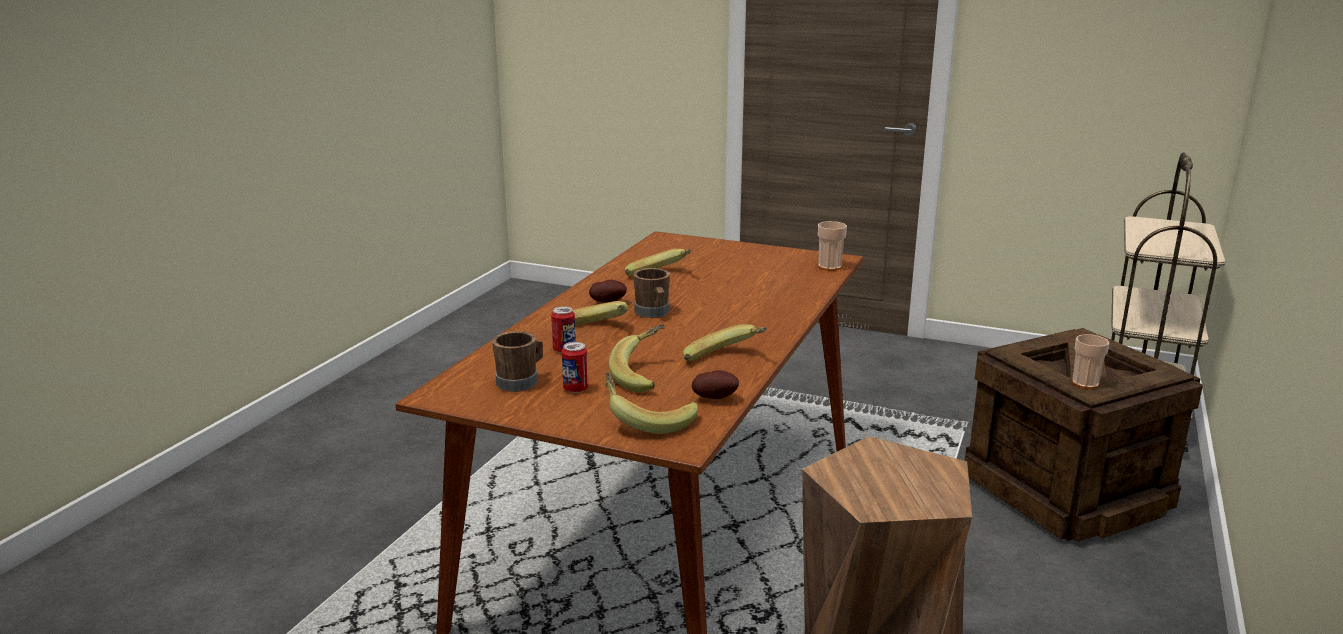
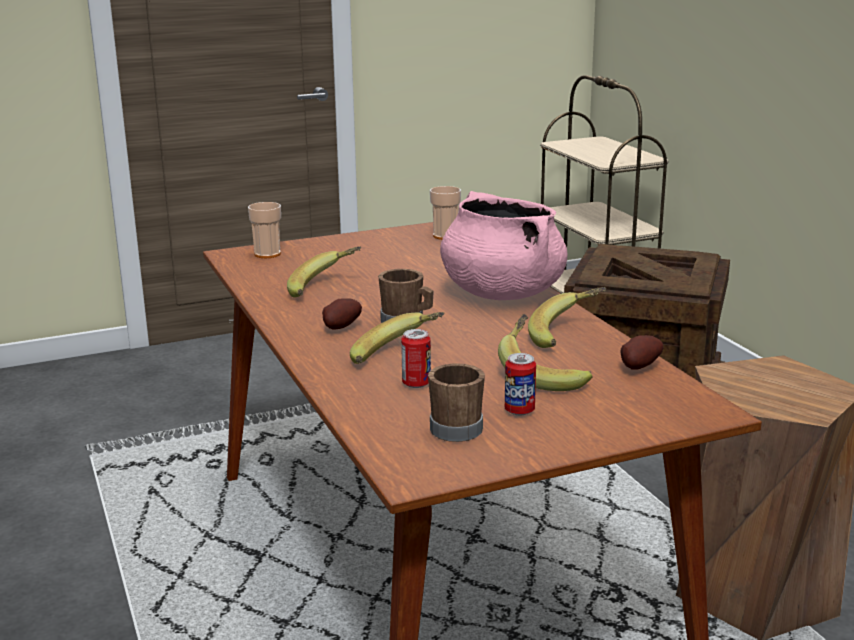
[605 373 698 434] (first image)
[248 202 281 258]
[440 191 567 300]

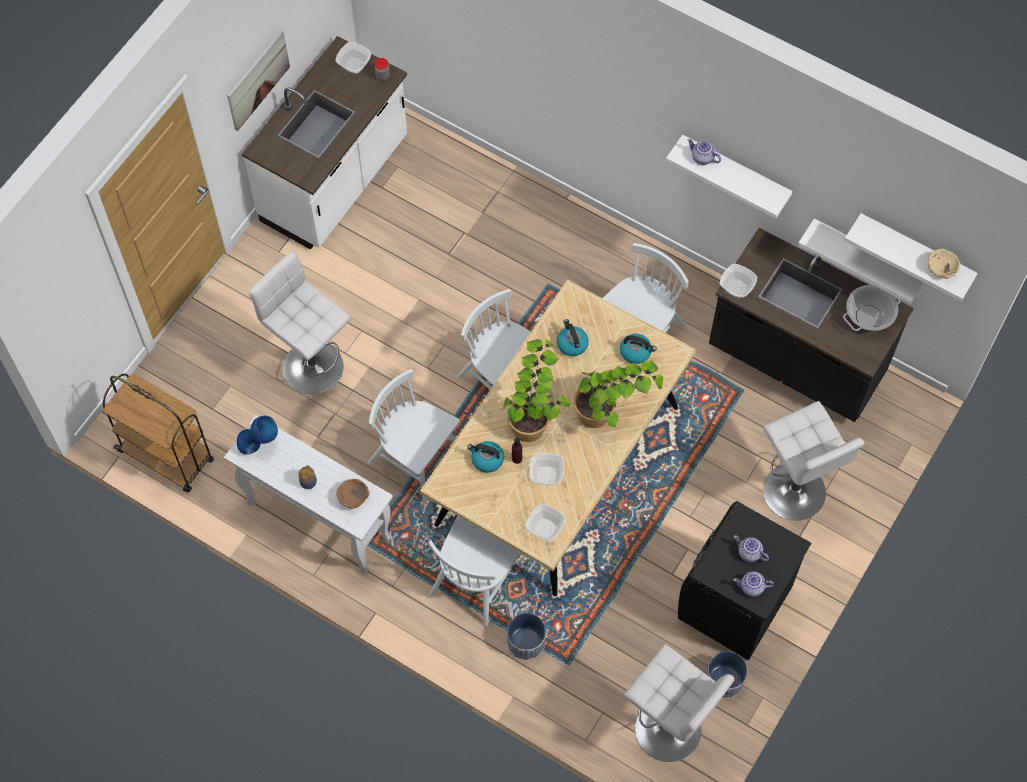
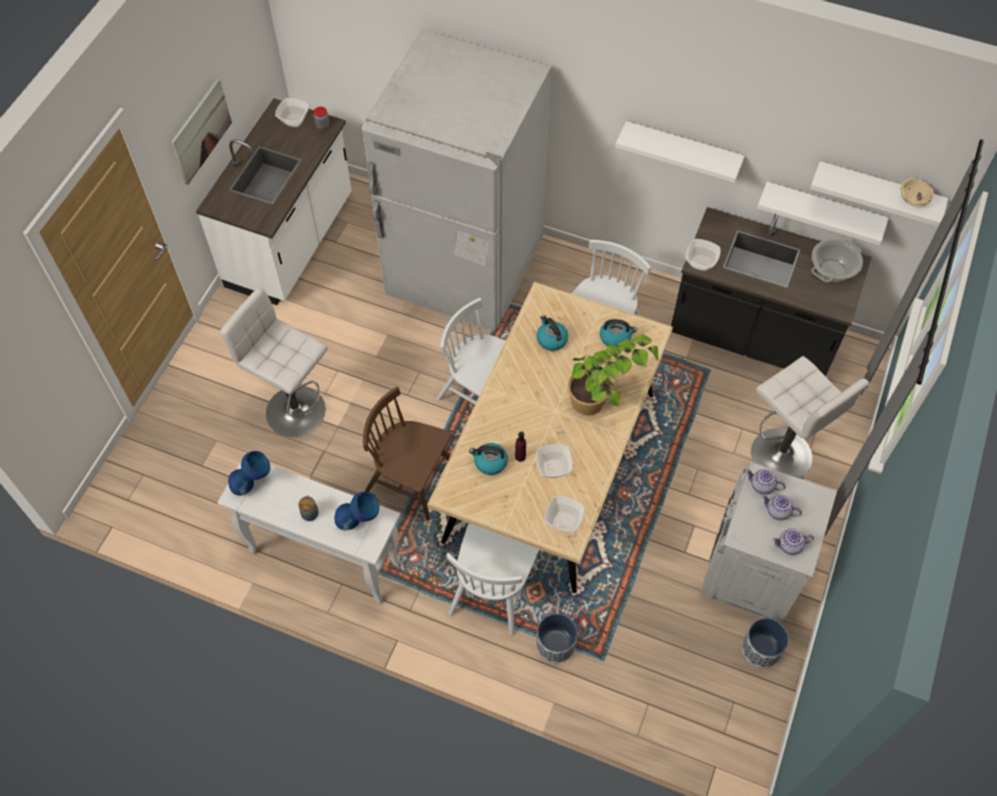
[103 374 214 492] (first image)
[335 492 379 530]
[363 387 452 521]
[503 339 571 442] (first image)
[624 644 735 762] (first image)
[702 462 837 623]
[745 469 785 495]
[362 29 552 331]

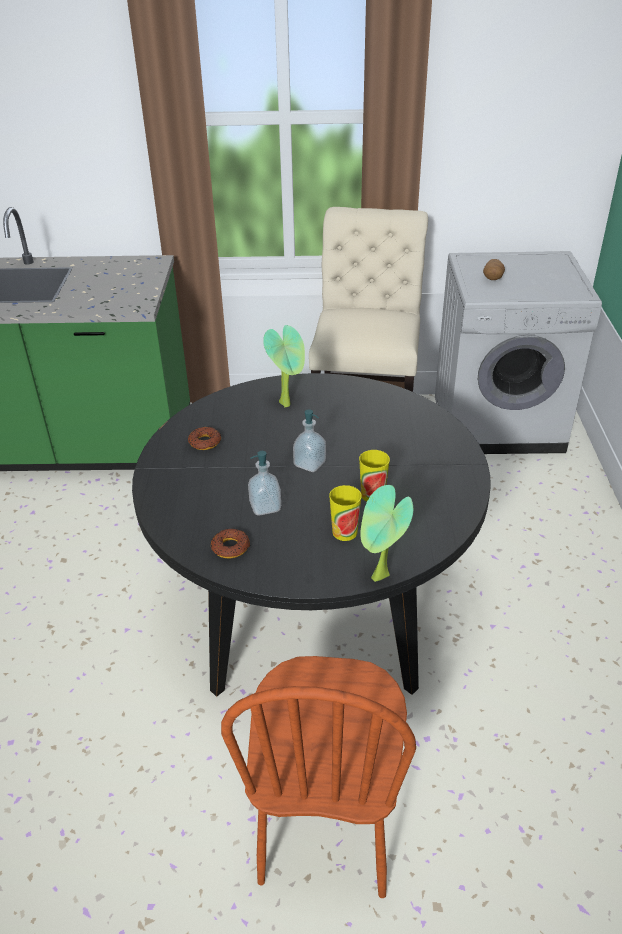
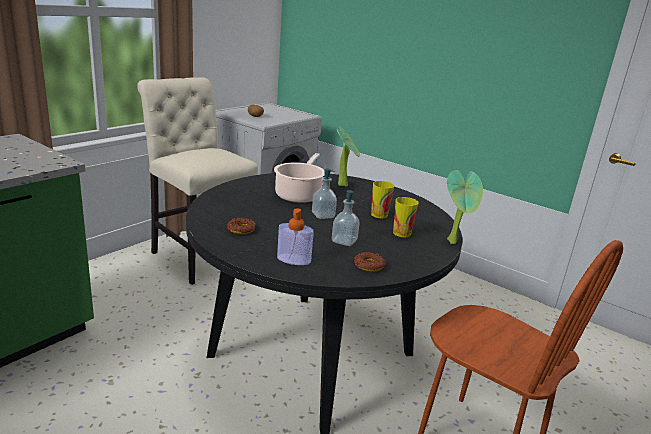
[337 126 360 187]
[274 153 325 203]
[277 208 314 265]

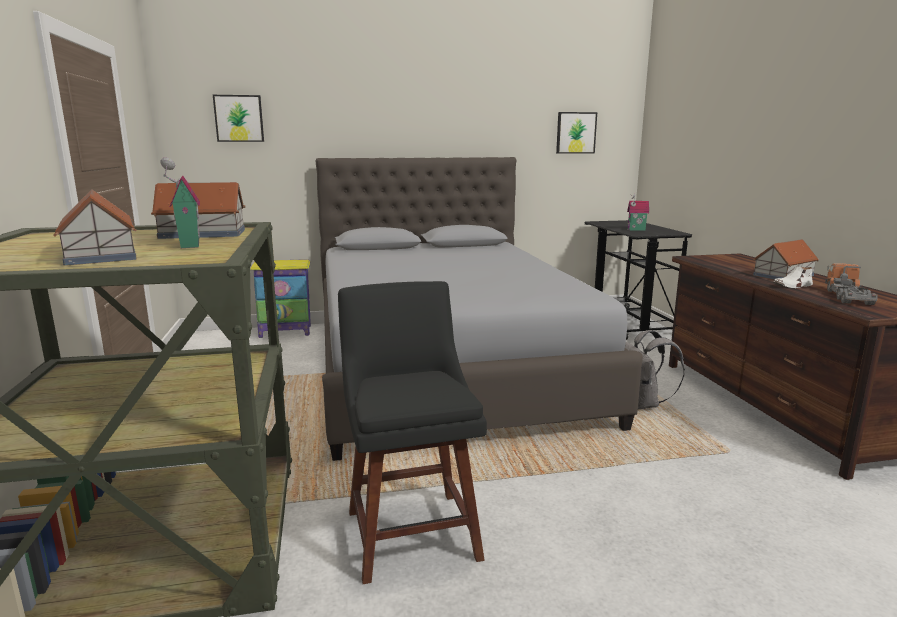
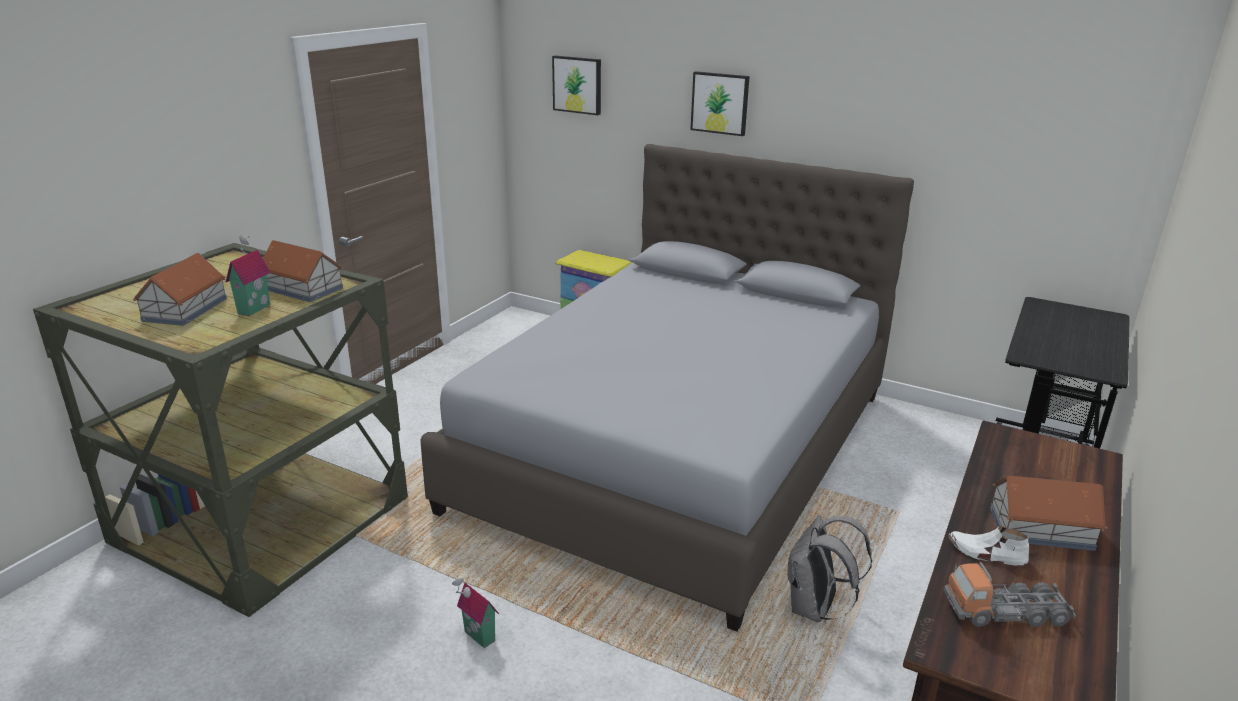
[338 281 487 584] (first image)
[690 71 750 136]
[452 575 499 648]
[943 562 1076 627]

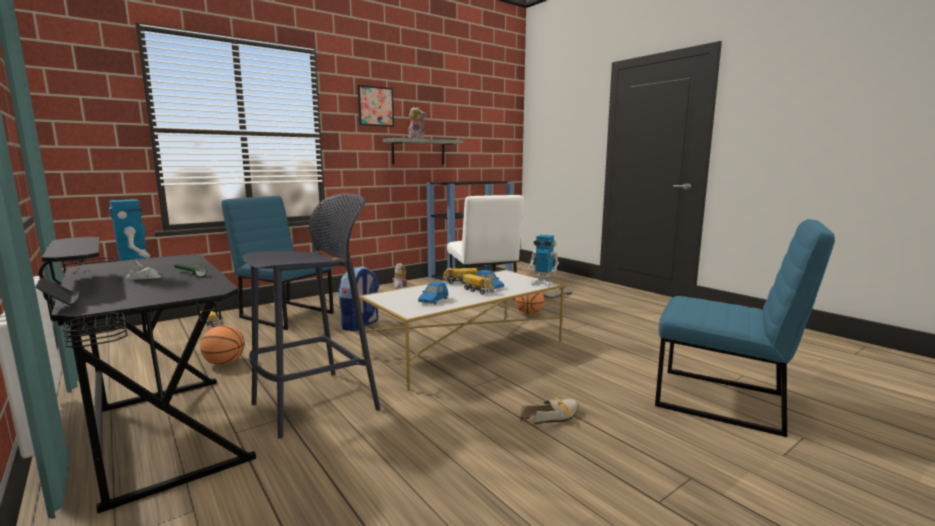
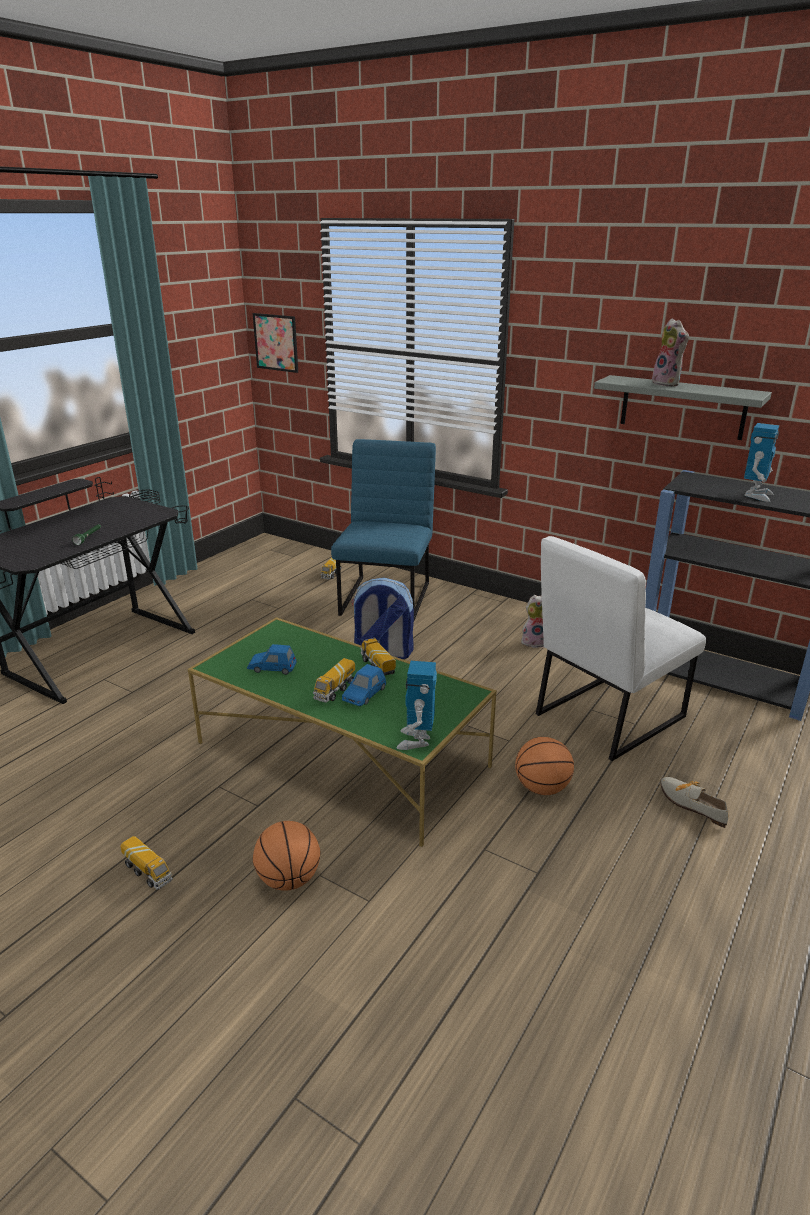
[744 423 779 502]
[253 821 320 891]
[243 193 381 439] (first image)
[253 313 298 373]
[187 617 497 847]
[120 836 173 890]
[655 219 835 437] (first image)

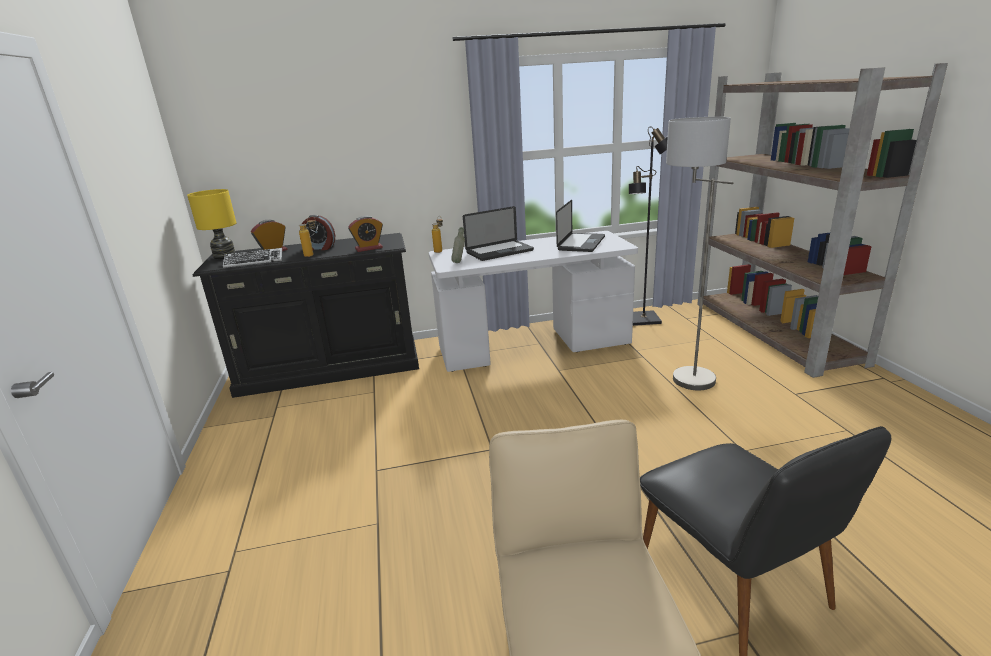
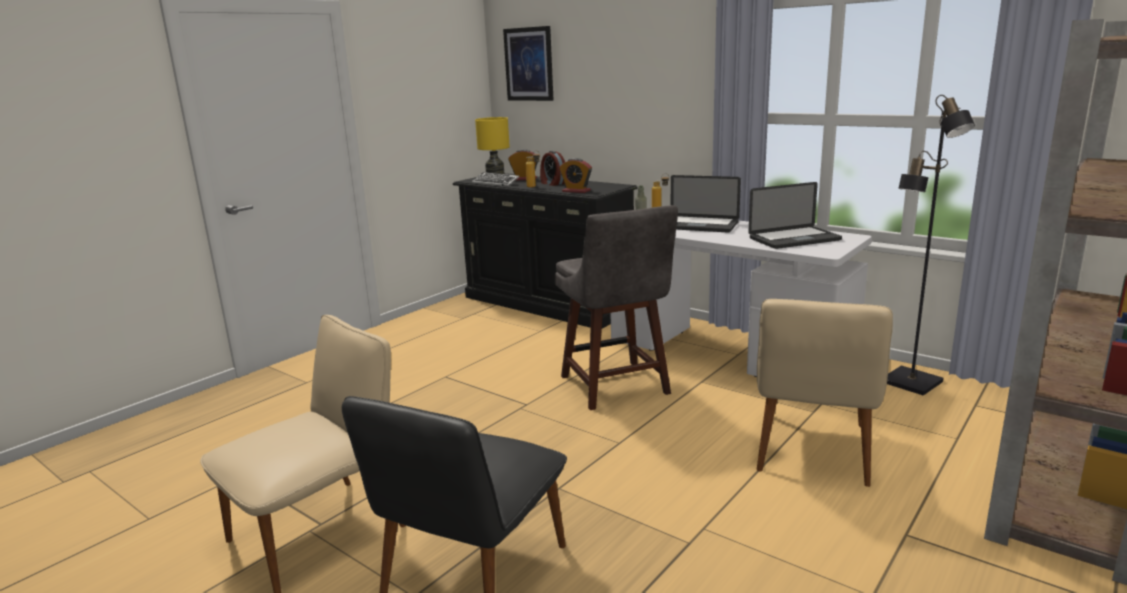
[757 299 893 487]
[503 26 553 101]
[555 205 678 410]

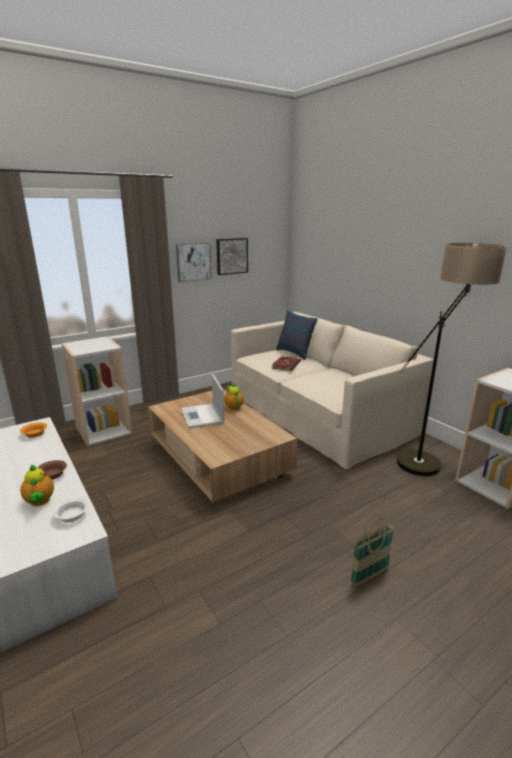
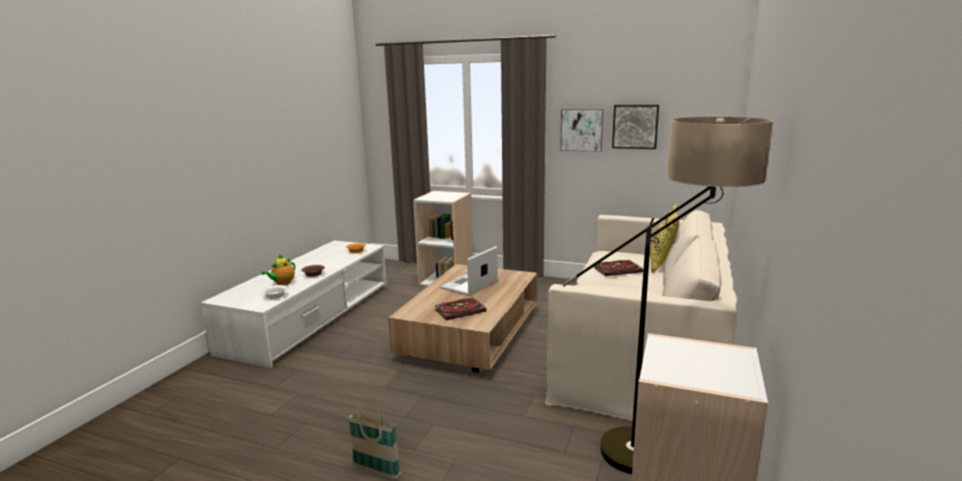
[224 382 244 411] (first image)
[650 204 680 273]
[435 297 486 320]

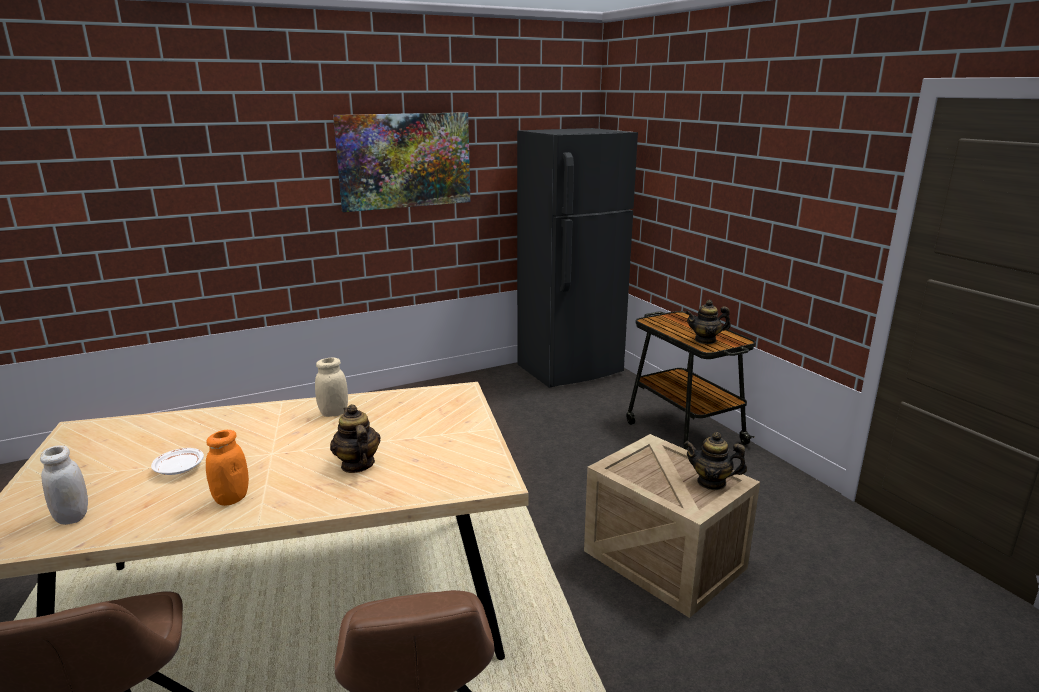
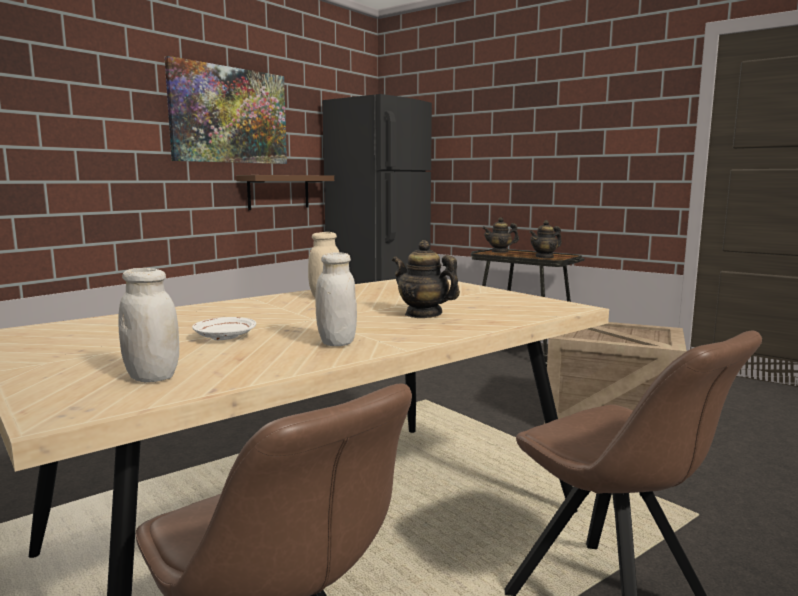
[315 252 357 346]
[482 217 519 253]
[236 175 334 210]

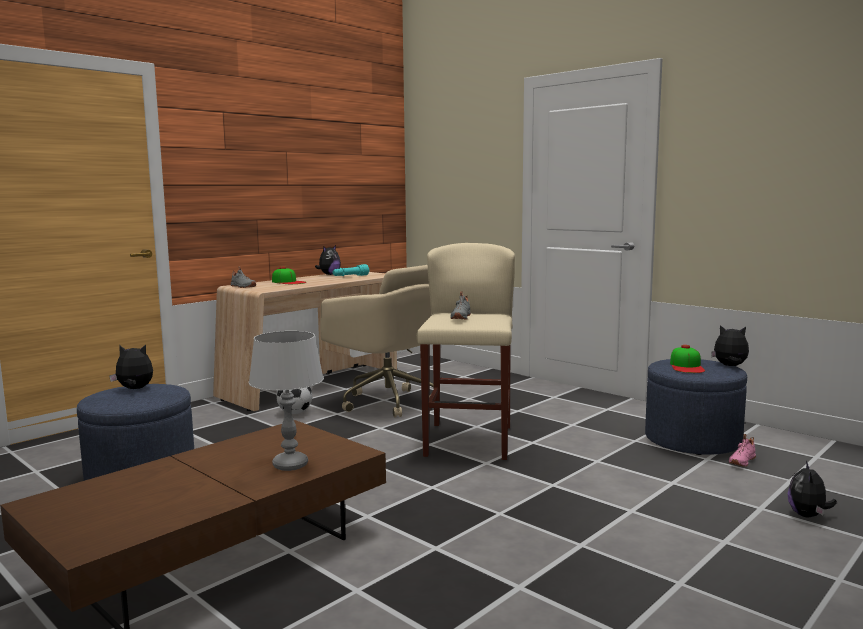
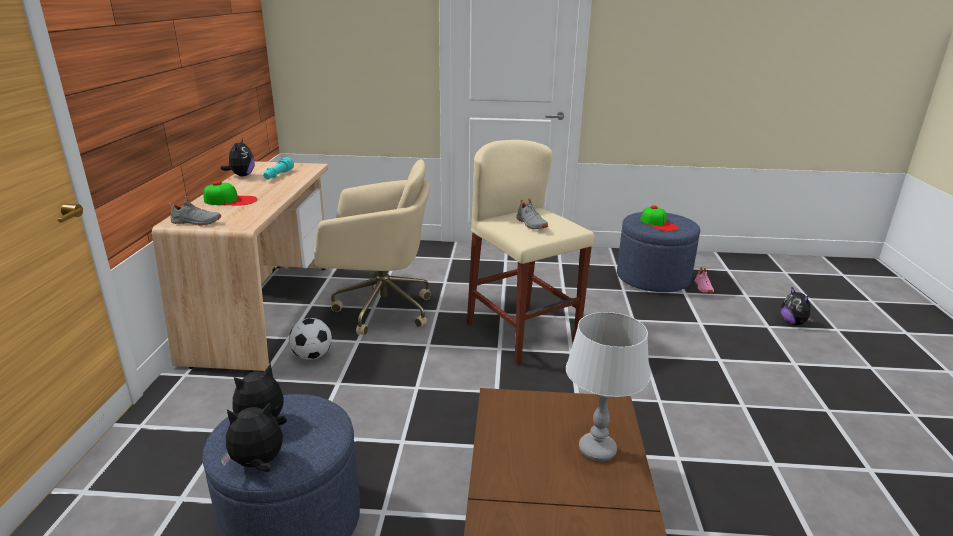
[220 403 283 472]

